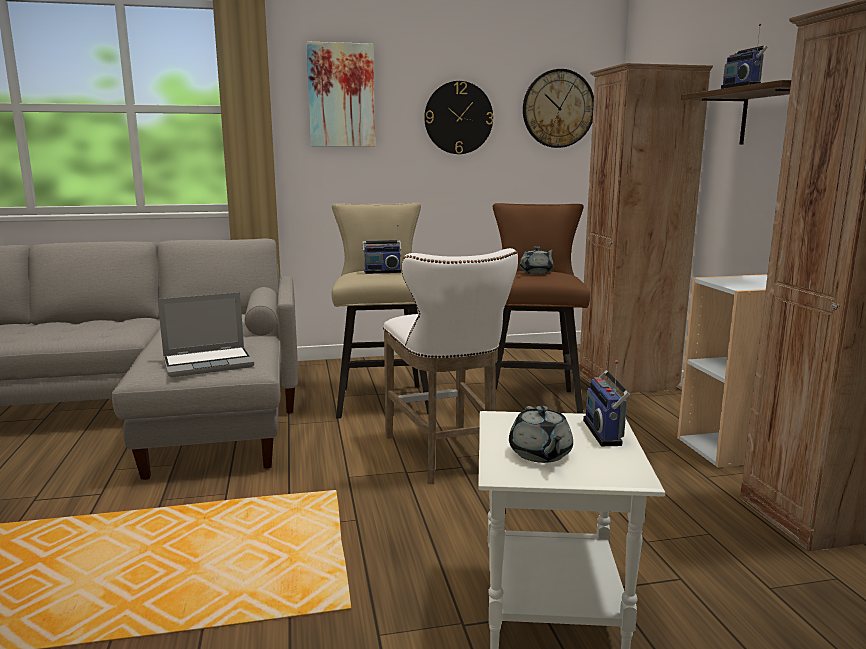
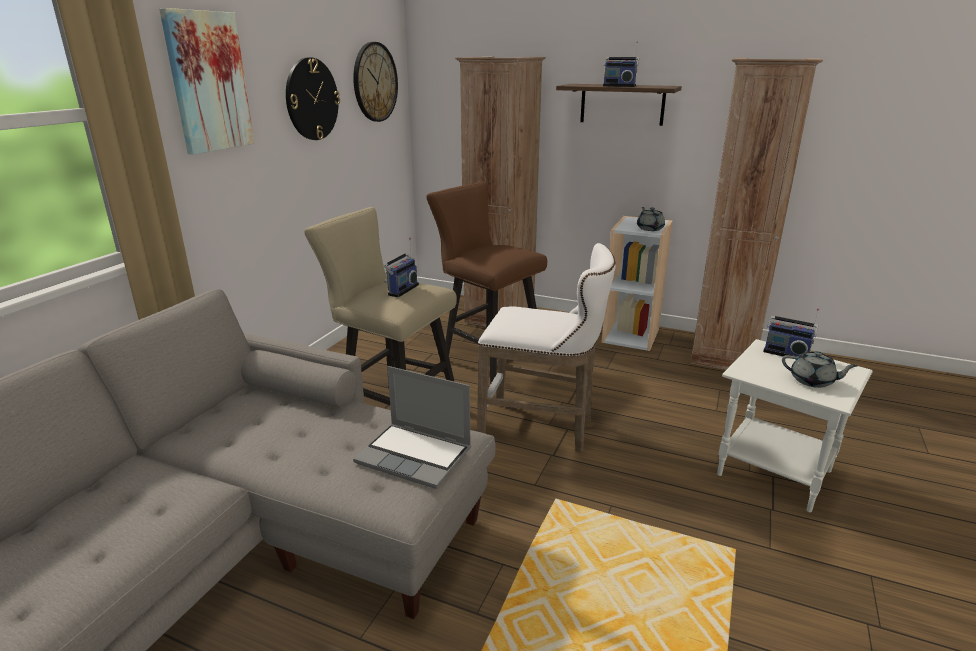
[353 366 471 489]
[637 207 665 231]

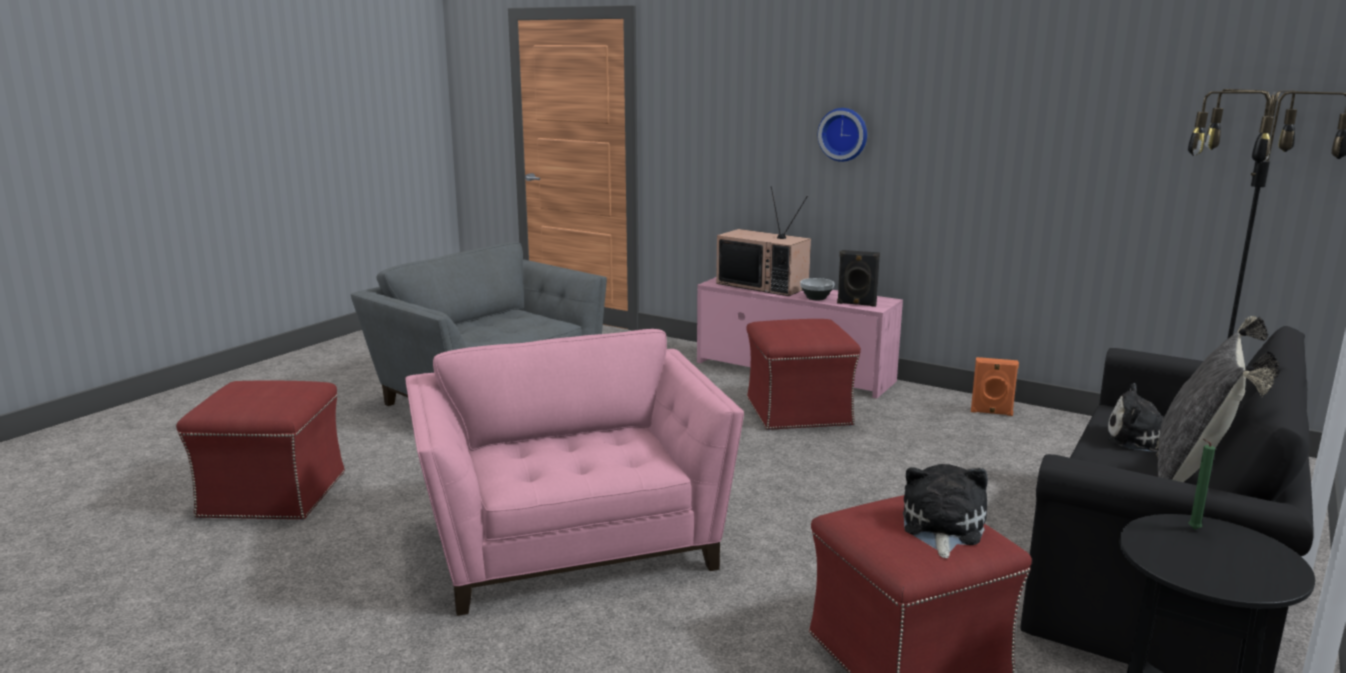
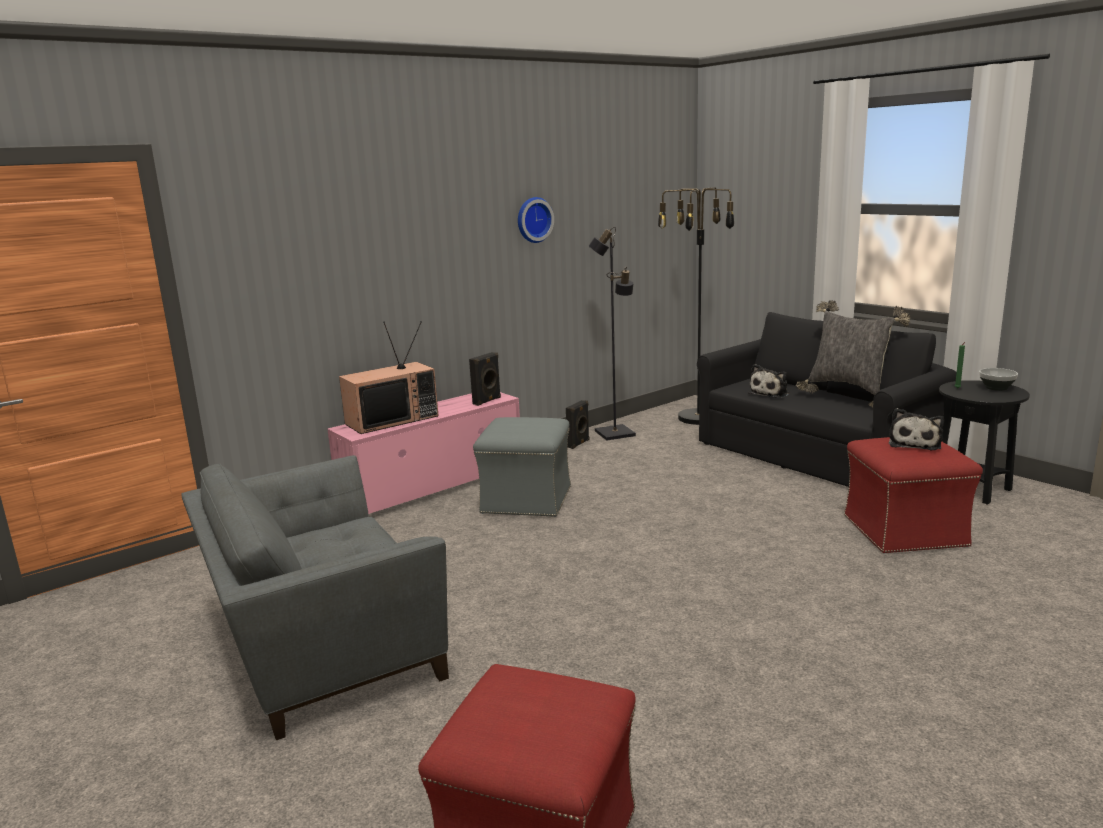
[405 329 744 616] (first image)
[473 417 571 517]
[979 368 1018 391]
[518 197 554 243]
[889 408 944 450]
[566 400 589 449]
[589 227 636 441]

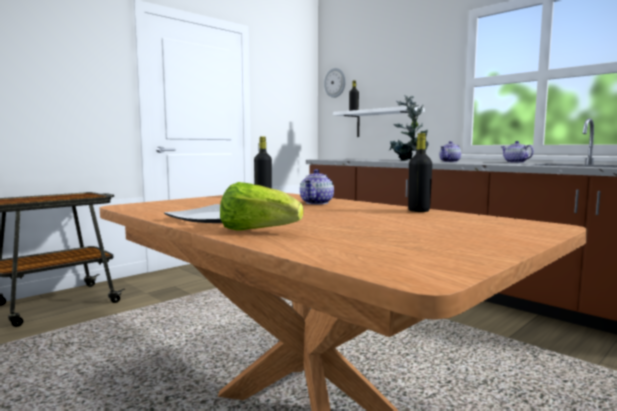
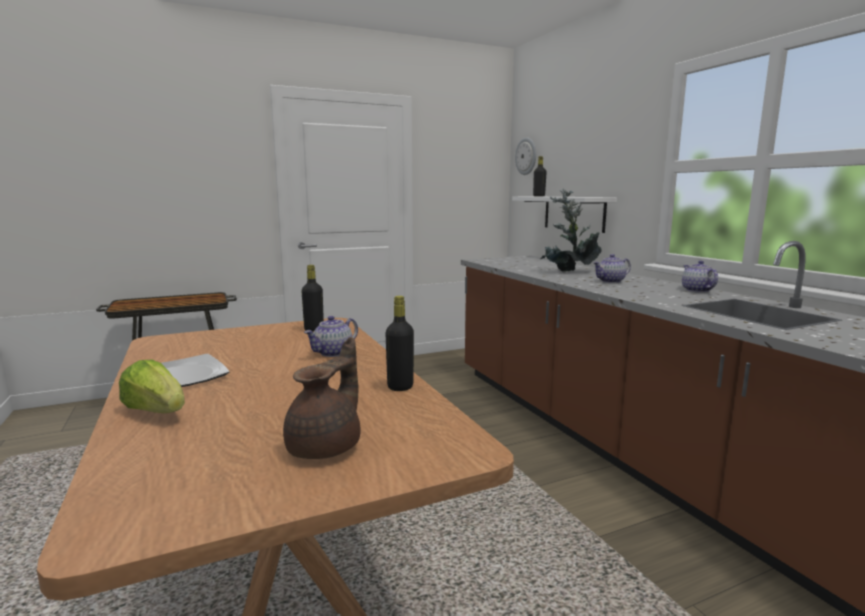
[283 337 360 459]

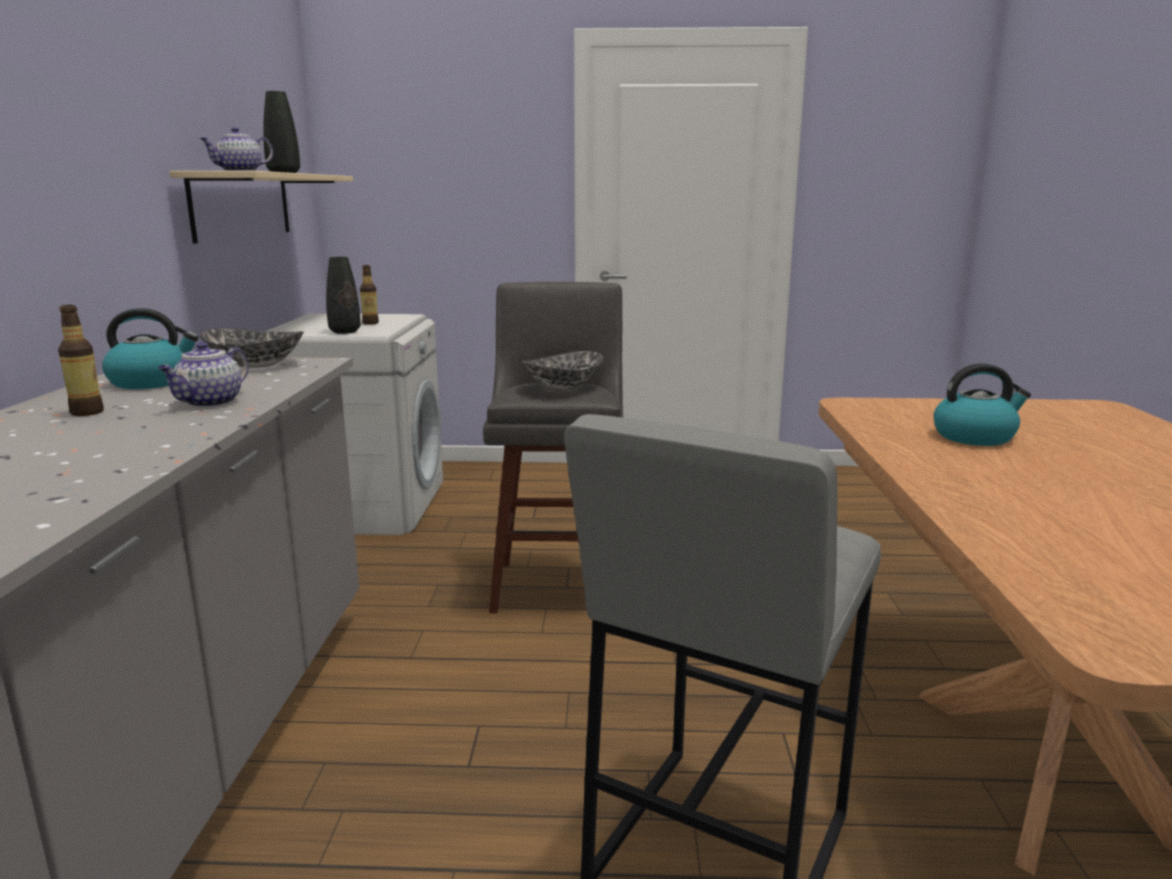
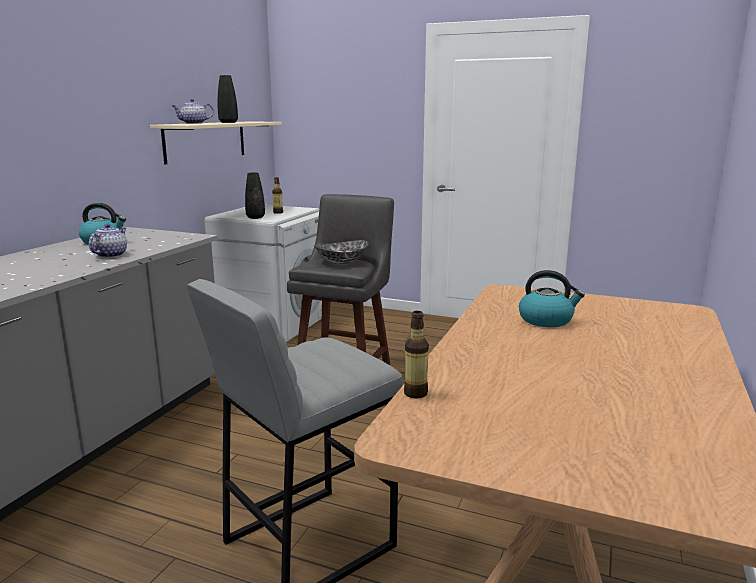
[404 311 429 398]
[89 224 127 258]
[200 328 304 368] (first image)

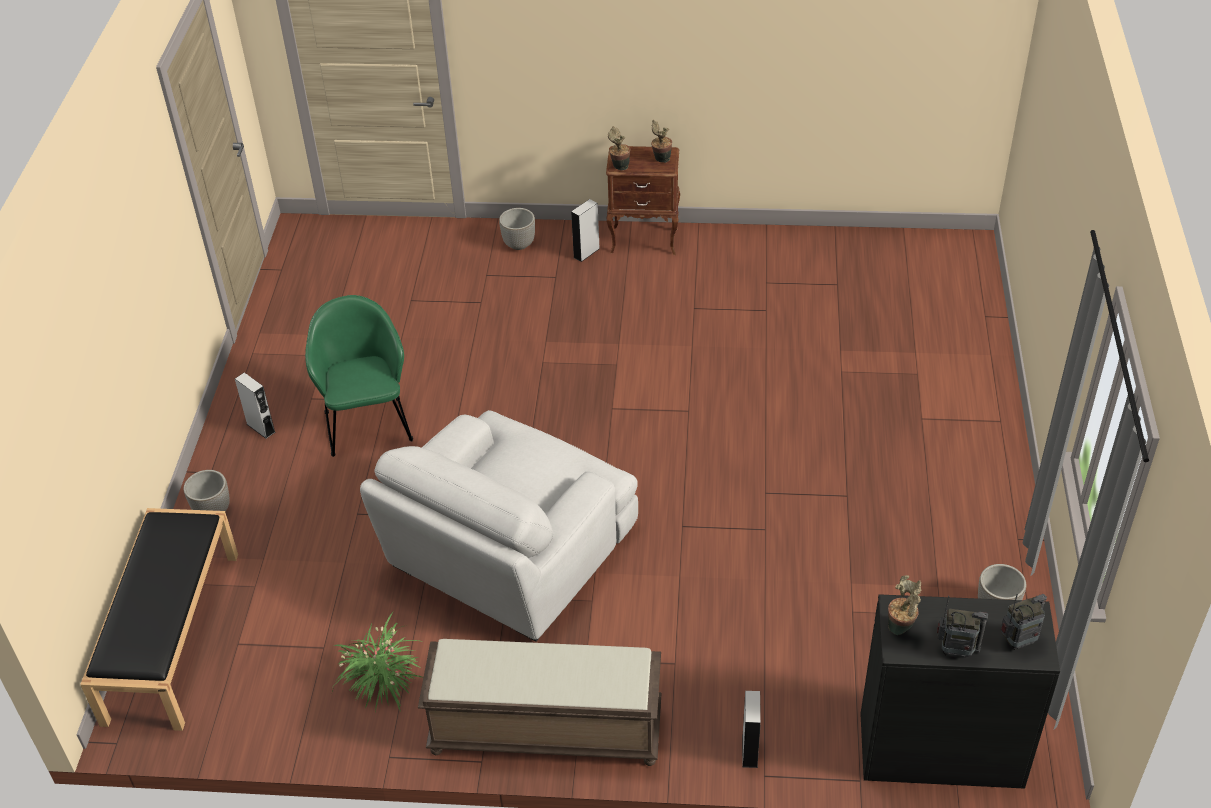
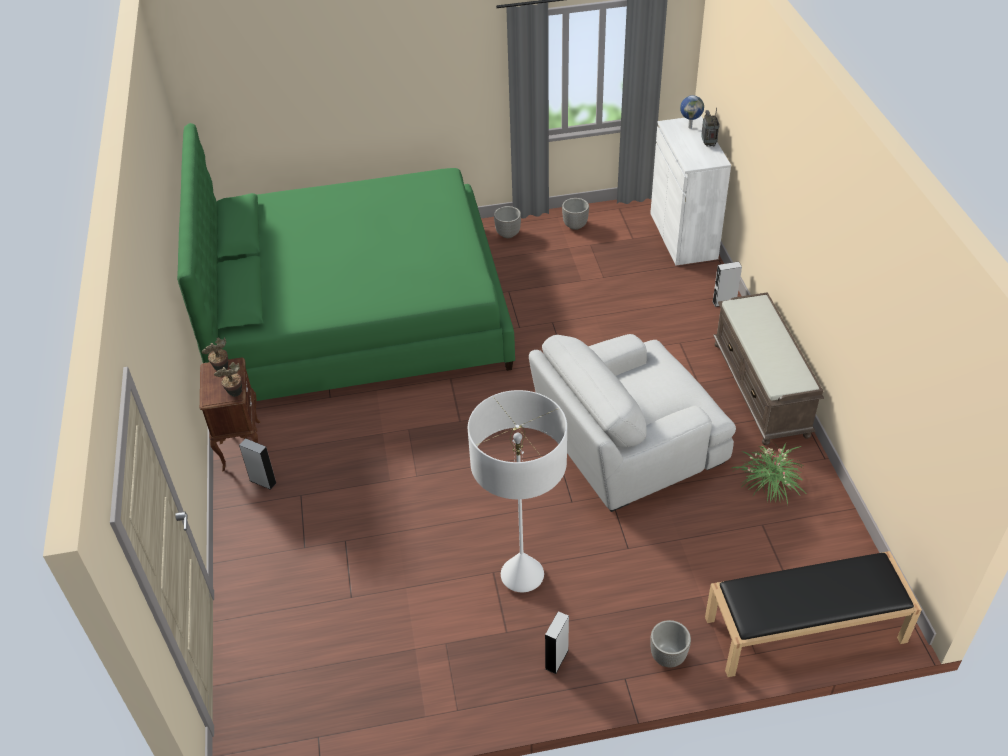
[468 390 567 592]
[529 334 736 512]
[494 206 521 238]
[650 116 731 265]
[888 575 921 635] (first image)
[680 95 704 129]
[177 123 515 401]

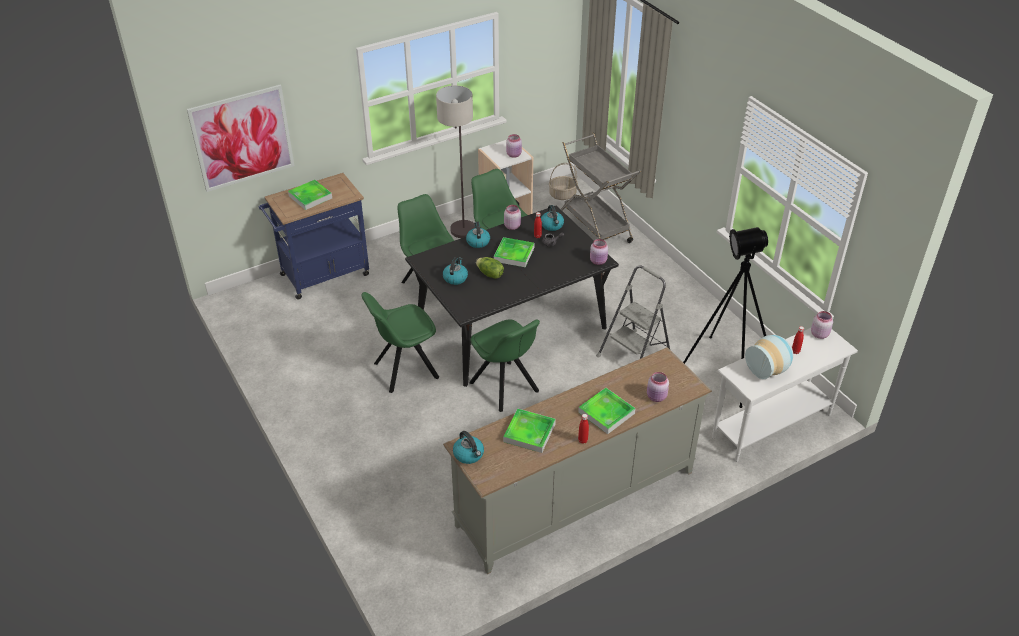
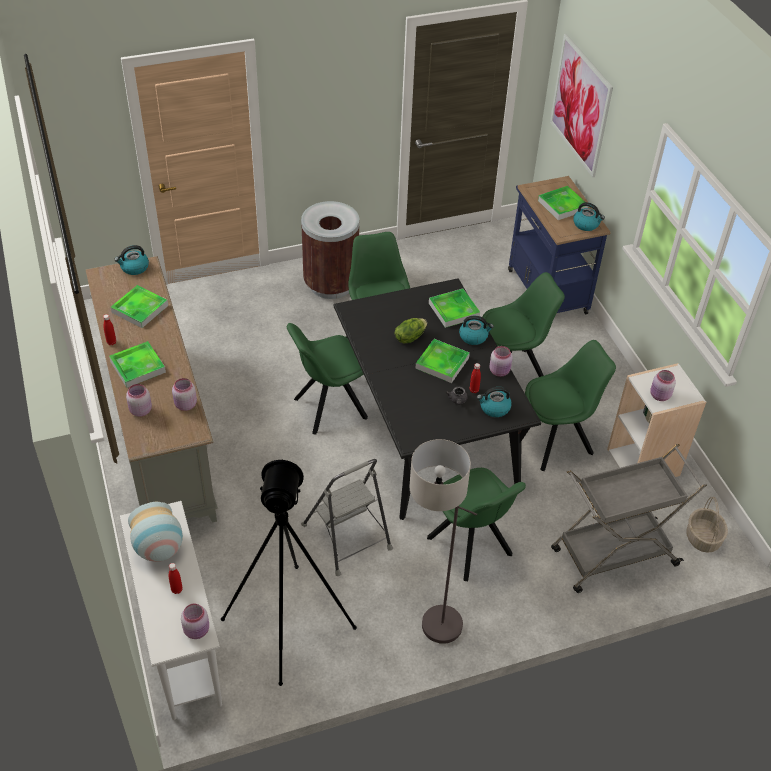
[410 439 477 644]
[573 202 605 231]
[172 378 197 411]
[301 201 359 299]
[427 468 526 581]
[429 289 480 328]

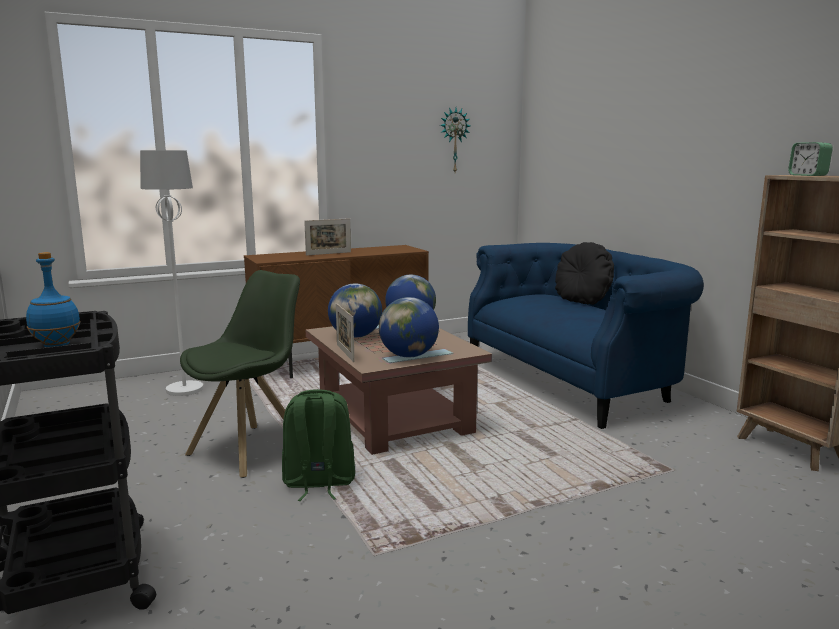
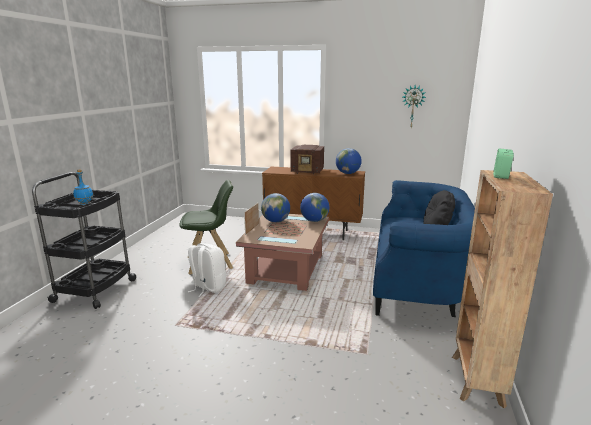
[140 150 203 396] (first image)
[187 243 226 297]
[291 145 324 175]
[336 148 362 174]

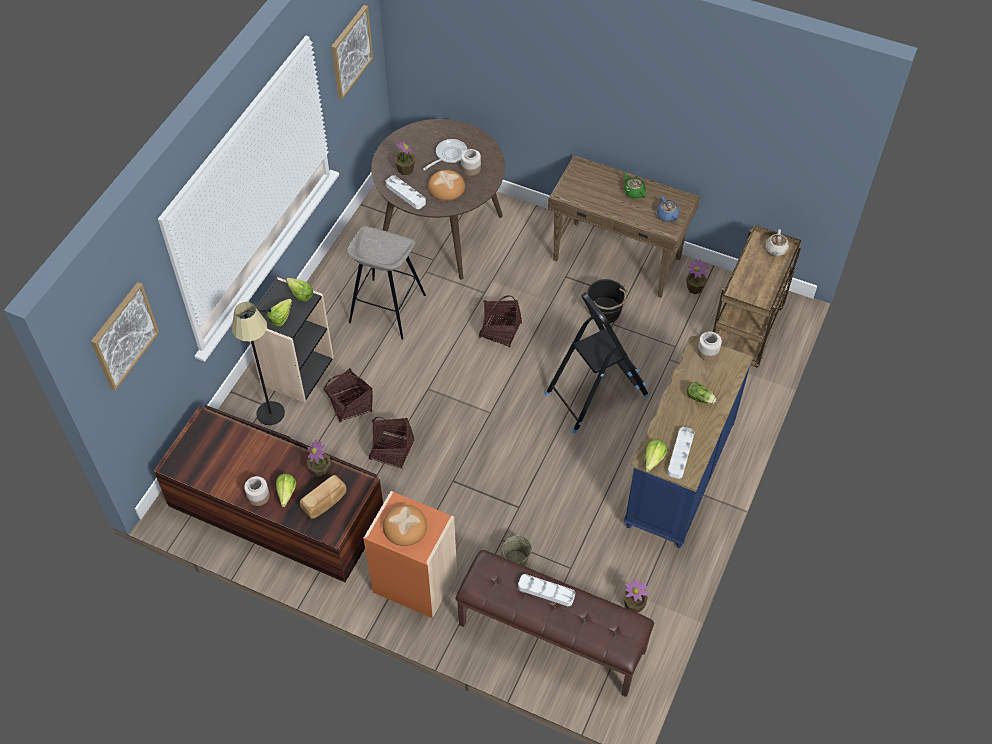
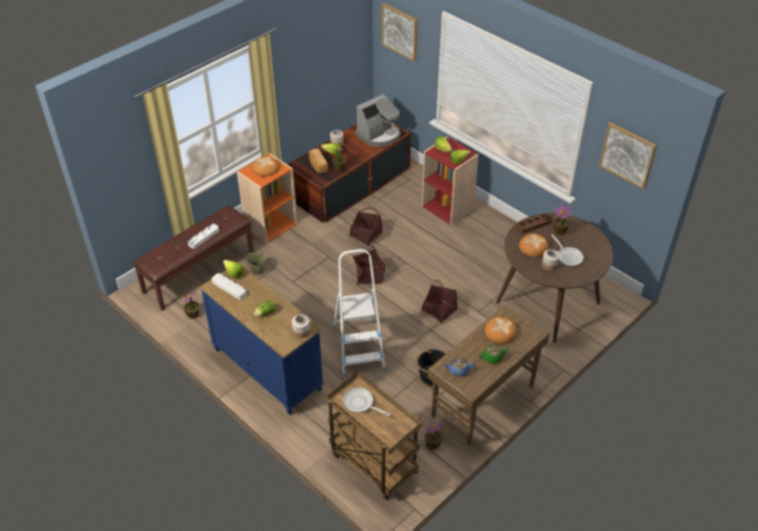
[232 302 285 425] (first image)
[421 136 479 225]
[353 246 385 284]
[347 226 426 339] (first image)
[517 214 552 234]
[333 249 386 377]
[766 229 789 257] (first image)
[343 387 390 416]
[355 94 401 147]
[485 317 517 344]

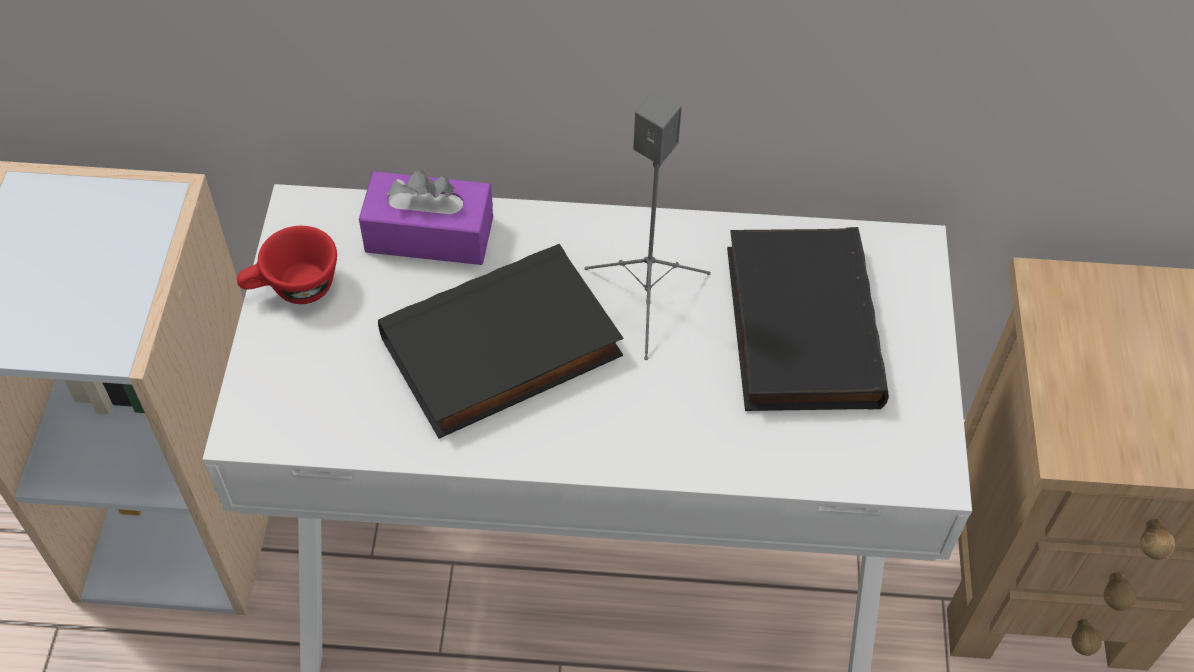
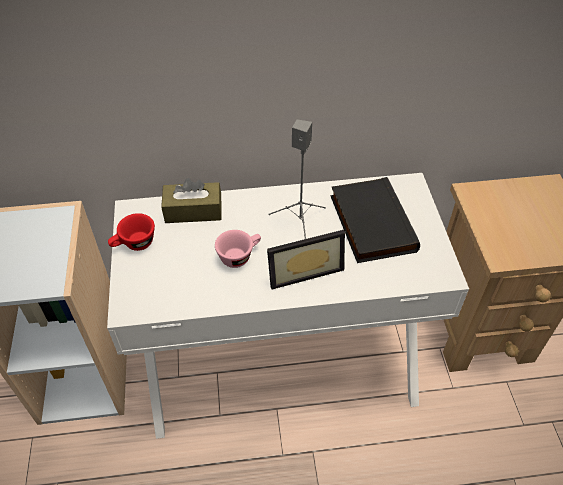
[161 178 222 223]
[215 230 261 268]
[267 230 345 289]

